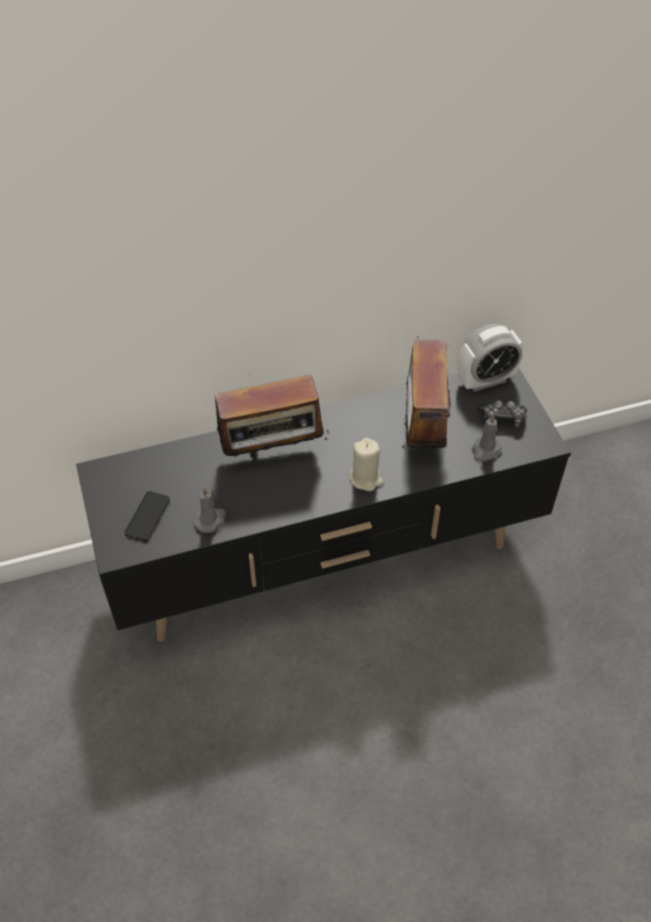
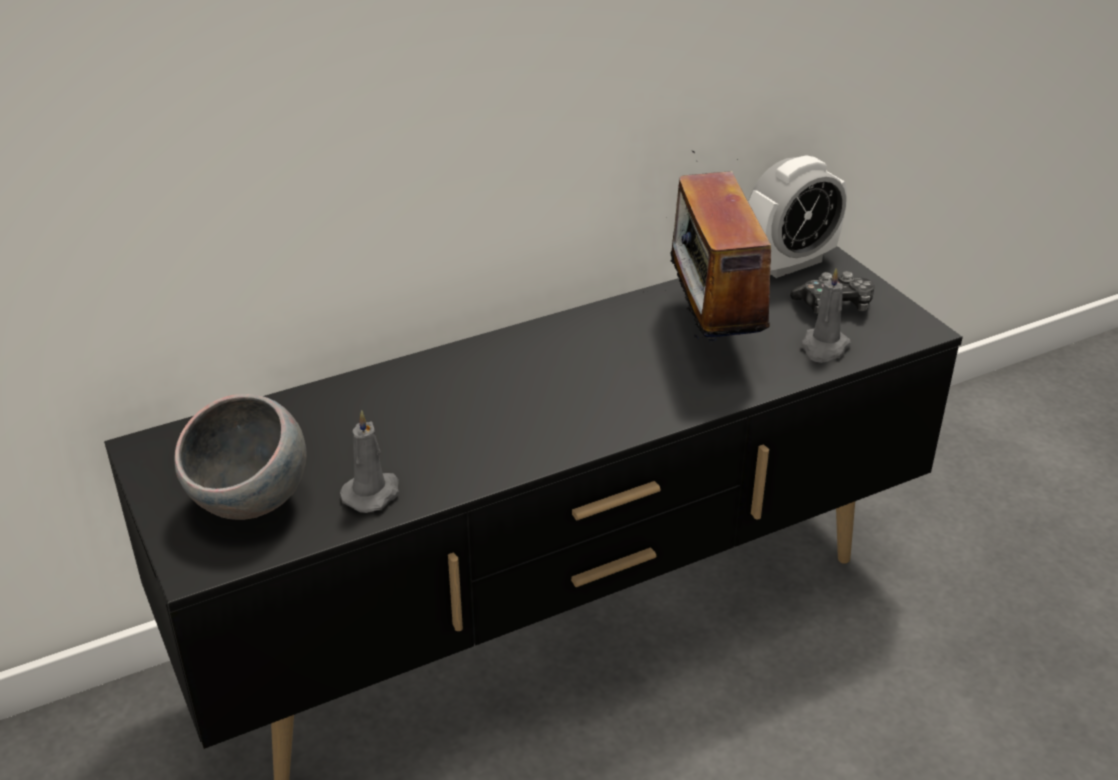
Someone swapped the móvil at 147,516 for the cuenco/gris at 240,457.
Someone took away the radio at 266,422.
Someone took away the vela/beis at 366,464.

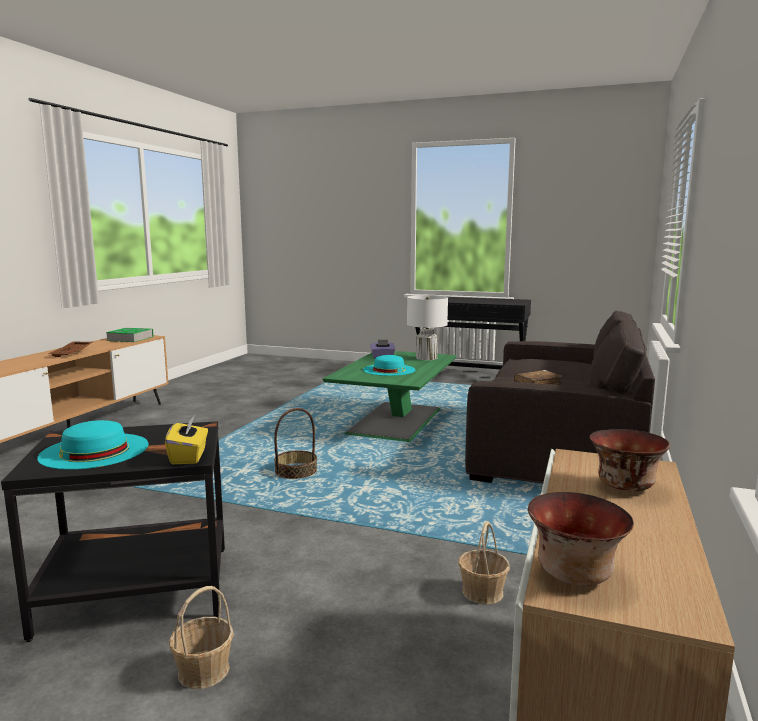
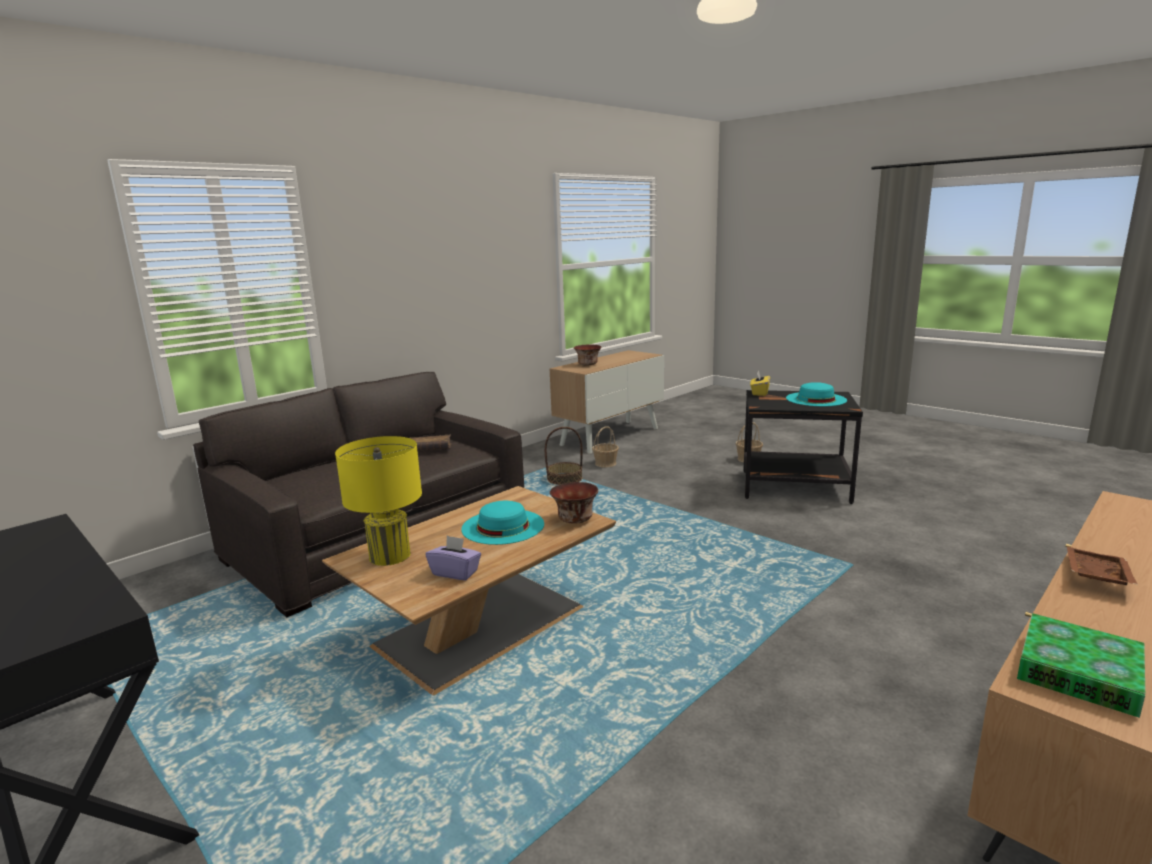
Someone carried the cesta from 295,443 to 563,456.
Someone repainted the mesa de centro/verde at 389,396, which became the mesa de centro/marrón at 469,590.
Someone repainted the lámpara de mesa/blanco at 427,327, which became the lámpara de mesa/amarillo at 378,501.
Someone carried the cuenco from 581,539 to 574,503.

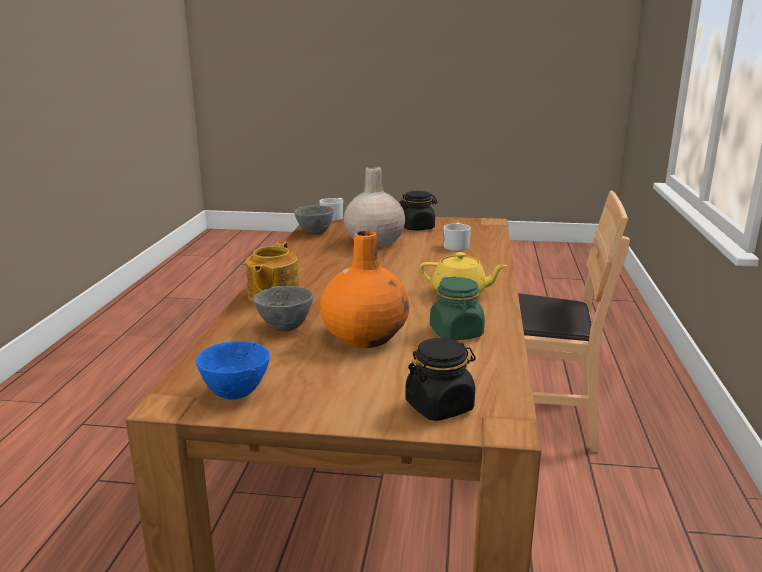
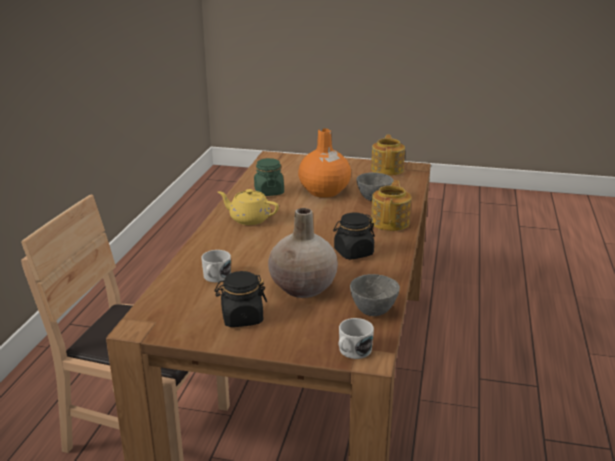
Someone swapped the cuenco/azul at 233,370 for the tetera at 388,155.
Someone carried the tarro/negro from 440,379 to 354,236.

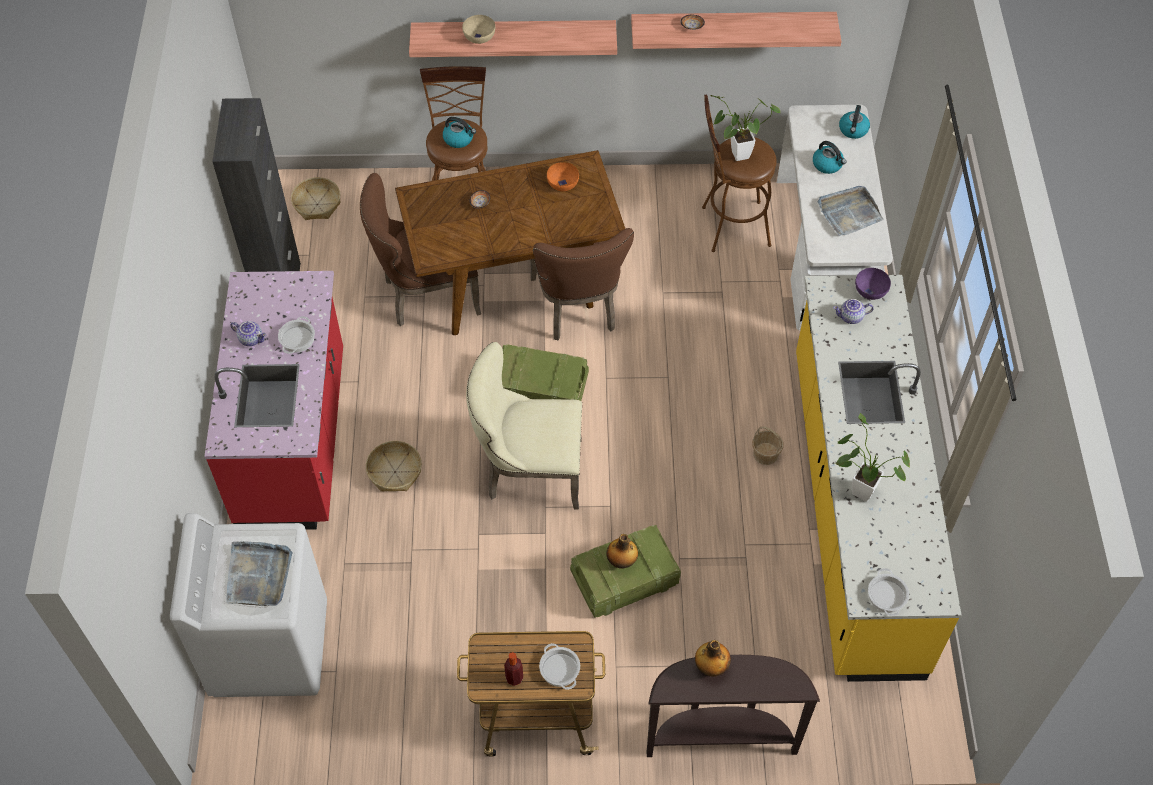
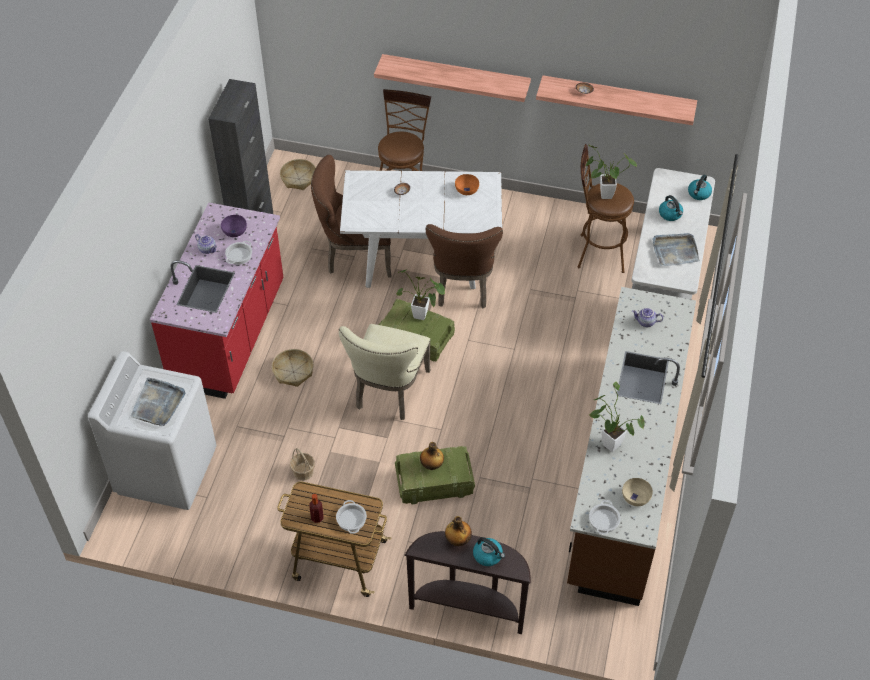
Someone repainted the mesa de comedor/marrón at 510,242, which became the mesa de comedor/blanco at 421,229.
Someone carried the hervidor from 459,132 to 489,551.
Someone carried the cuenco/beis from 478,29 to 637,492.
Someone rotated the silla/beis at 524,426 by 90 degrees counterclockwise.
Someone carried the cesta from 767,445 to 302,464.
Someone repainted the mueble bajo de cocina/amarillo at 878,478, which became the mueble bajo de cocina/marrón at 631,446.
Someone carried the cuenco/morado from 873,284 to 234,226.
Someone put down the planta en maceta at 420,294.

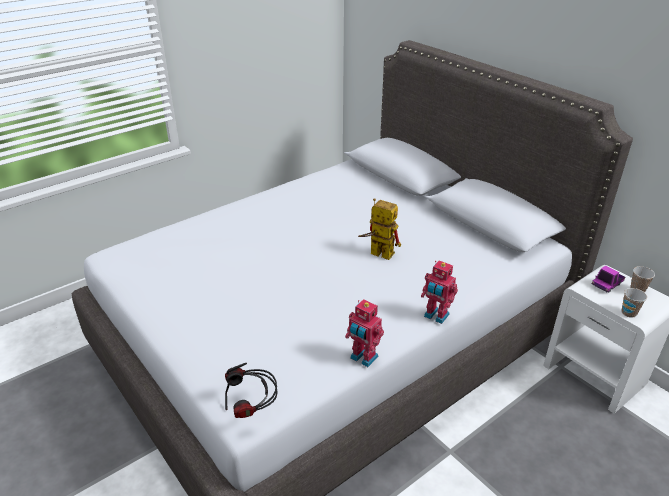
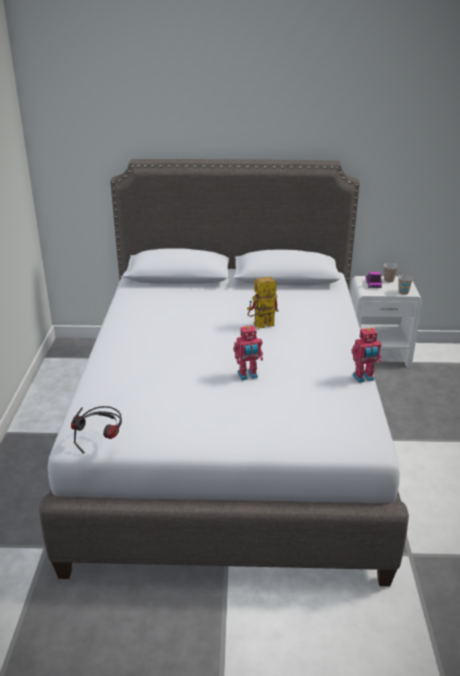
Someone carried the auriculares from 251,390 to 96,430.
Someone carried the robot de juguete from 439,292 to 248,352.

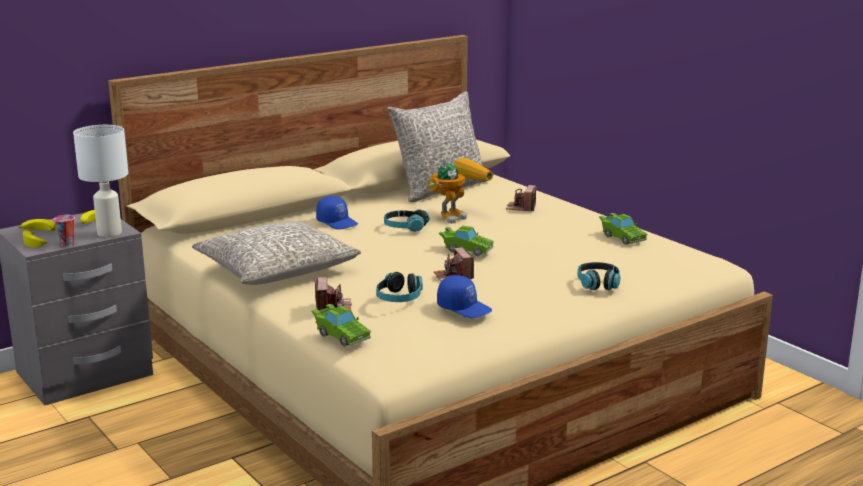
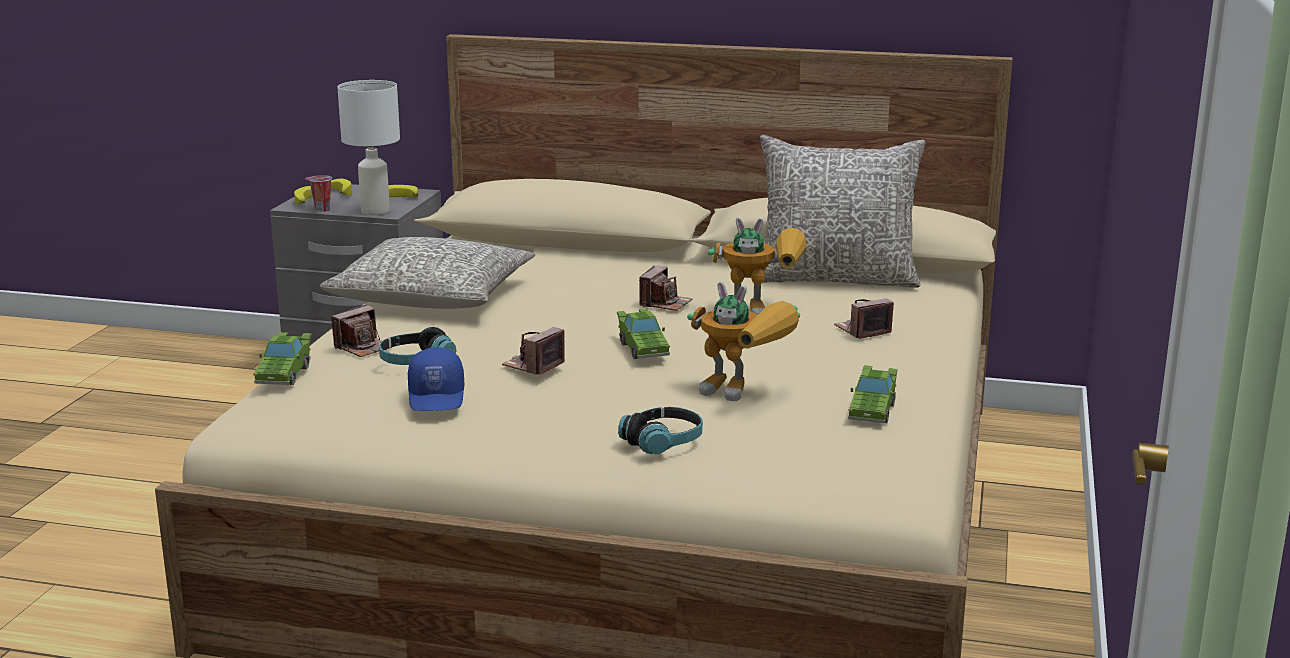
Someone took away the gorra/azul at 337,213.
Someone swapped the auriculares at 407,221 for the cámara at 665,288.
Someone put down the robot de juguete at 743,341.

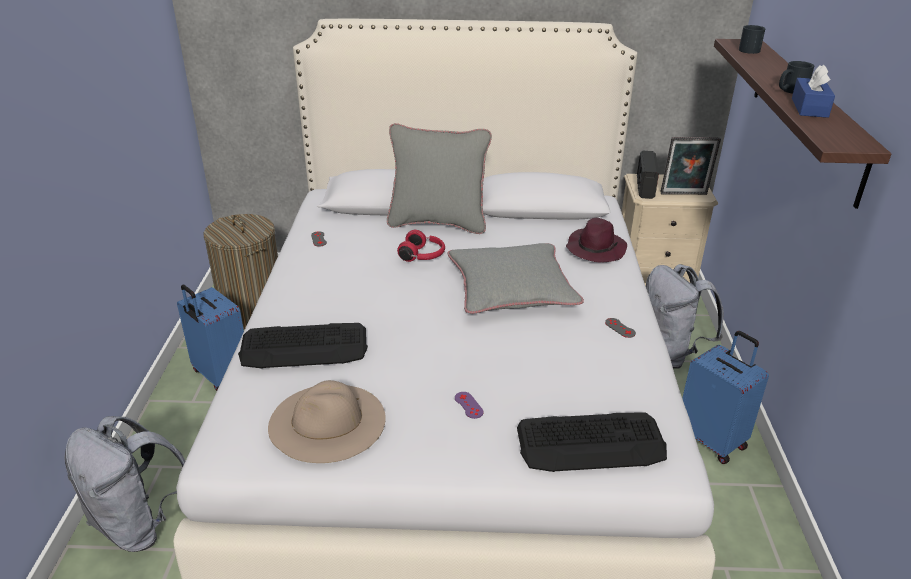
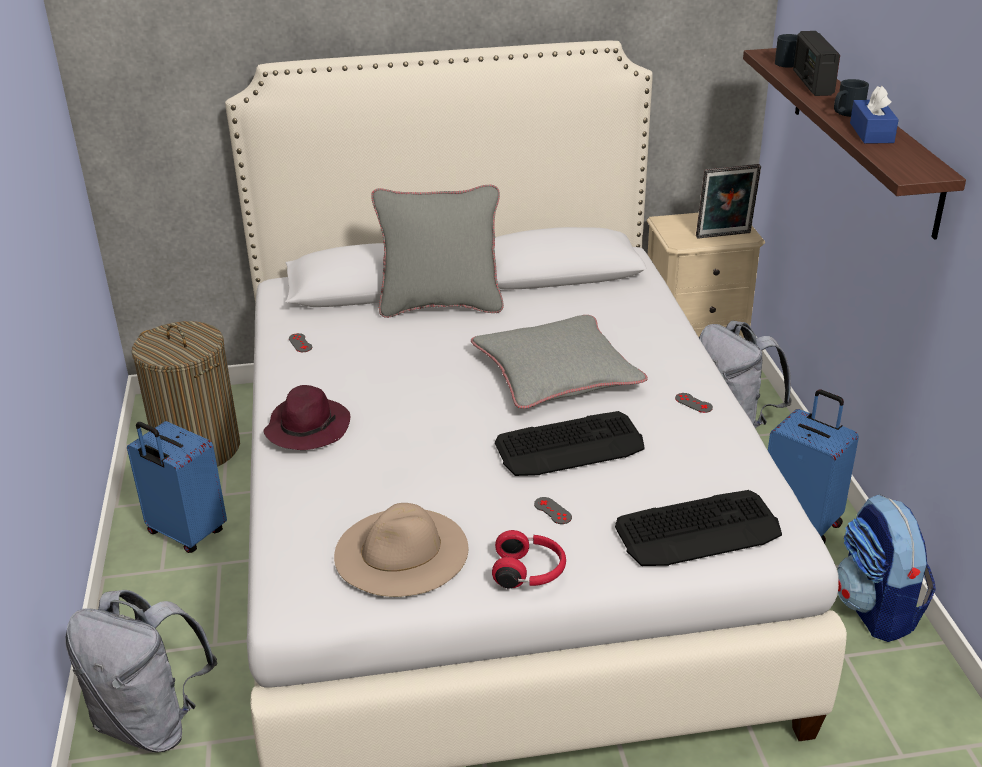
Someone carried the teclado from 303,346 to 570,443.
Someone carried the auriculares/rojo from 421,246 to 529,559.
Someone repainted the mando de consola/morado at 469,405, which became the mando de consola/gris at 553,510.
Someone carried the sombrero/morado from 596,240 to 306,417.
Someone carried the radio from 648,175 to 816,63.
Someone put down the mochila at 886,568.

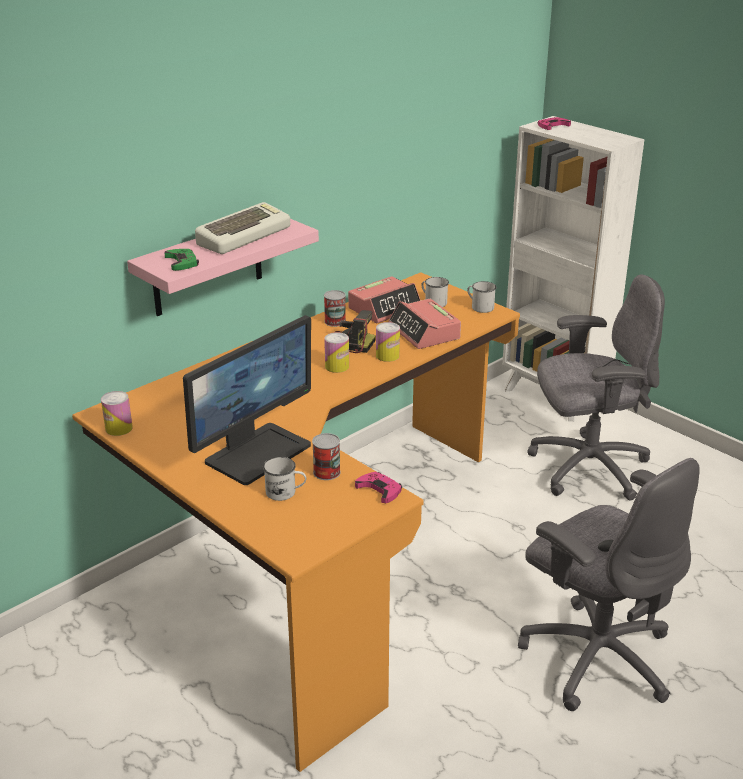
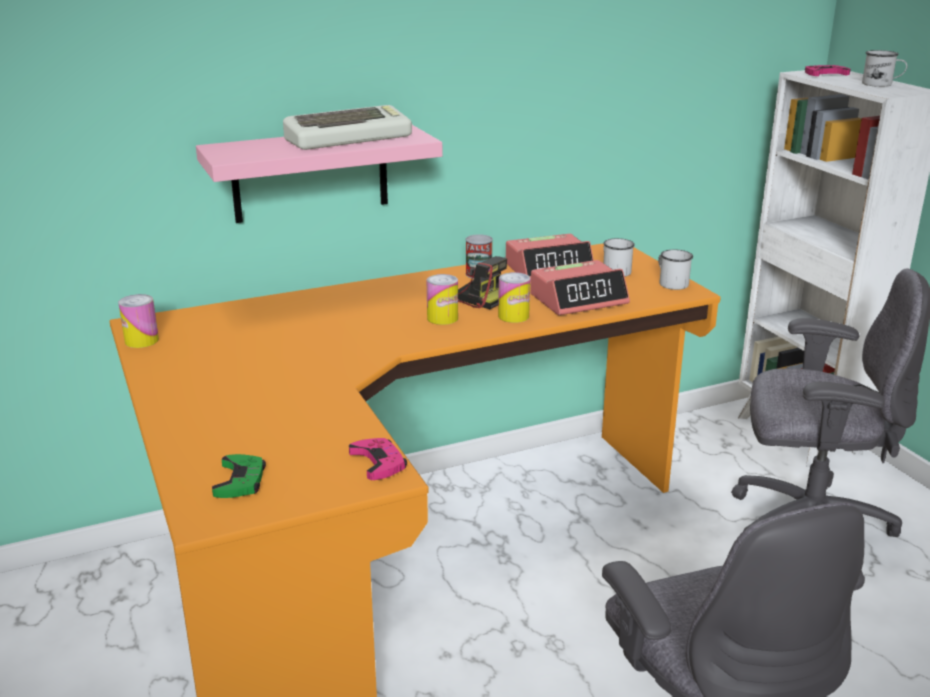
Someone carried the mando de consola/verde from 181,260 to 239,476.
Someone took away the monitor at 247,400.
Someone carried the taza grande/blanco from 284,479 to 884,68.
Someone took away the lata at 326,456.
Someone rotated the despertador at 424,324 by 105 degrees counterclockwise.

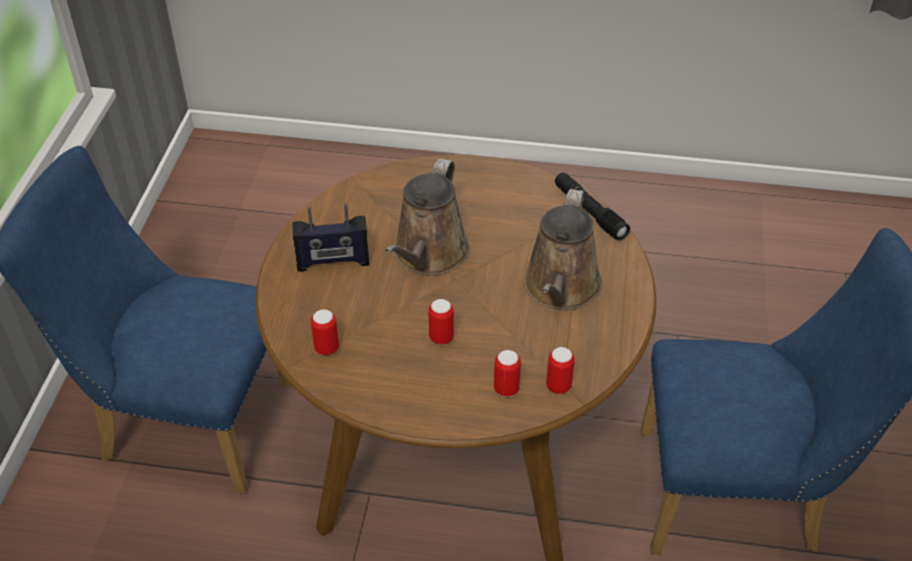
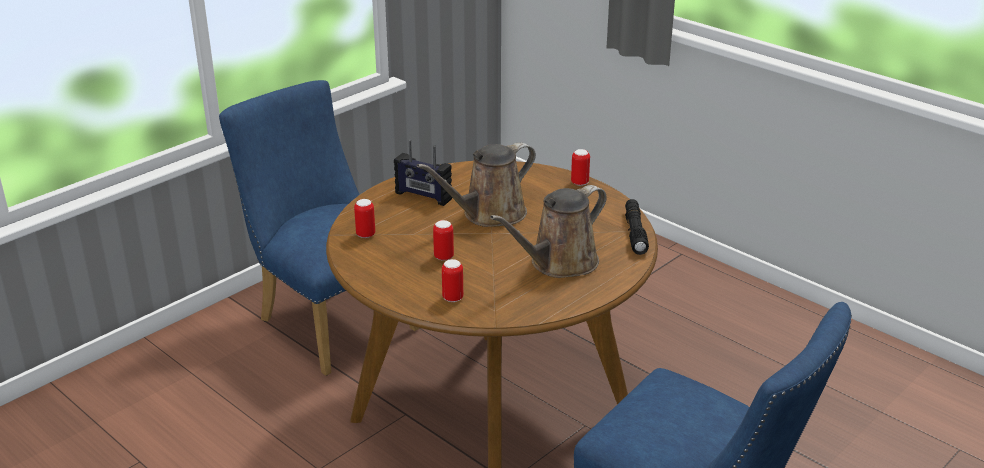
Someone carried the lata from 560,370 to 580,167.

